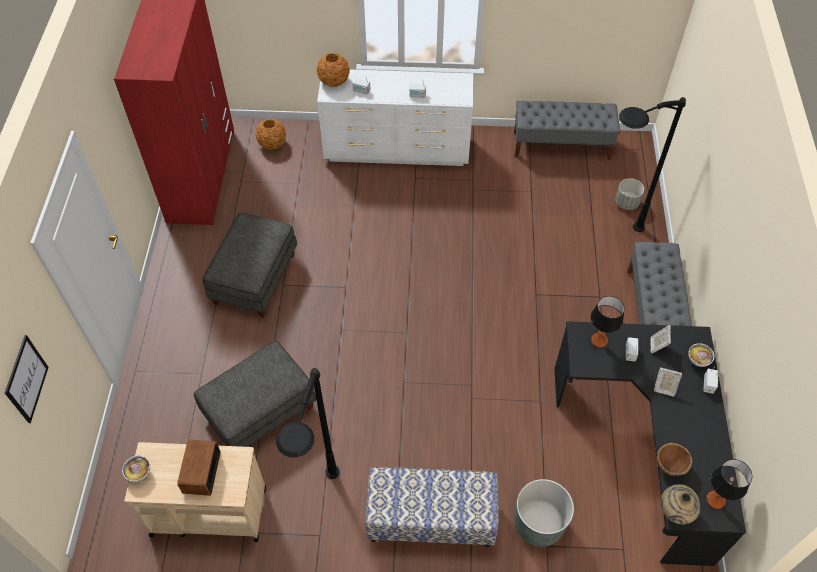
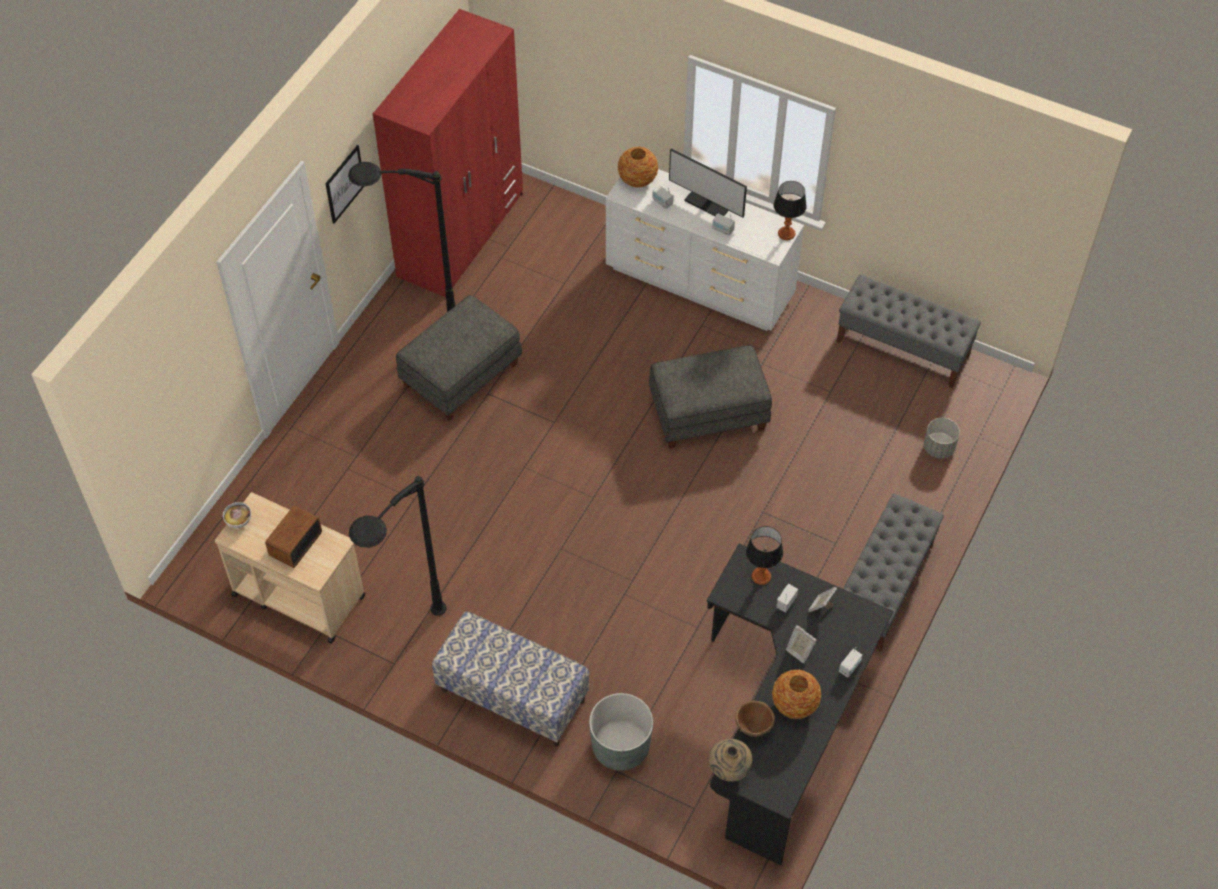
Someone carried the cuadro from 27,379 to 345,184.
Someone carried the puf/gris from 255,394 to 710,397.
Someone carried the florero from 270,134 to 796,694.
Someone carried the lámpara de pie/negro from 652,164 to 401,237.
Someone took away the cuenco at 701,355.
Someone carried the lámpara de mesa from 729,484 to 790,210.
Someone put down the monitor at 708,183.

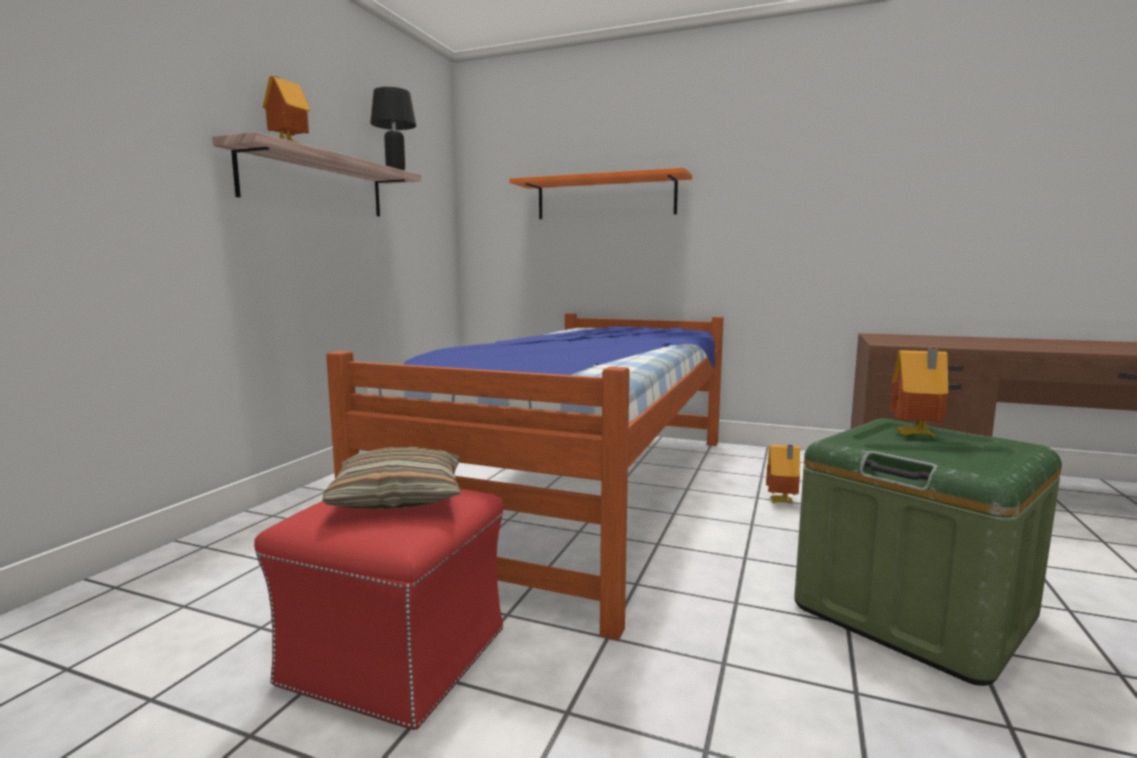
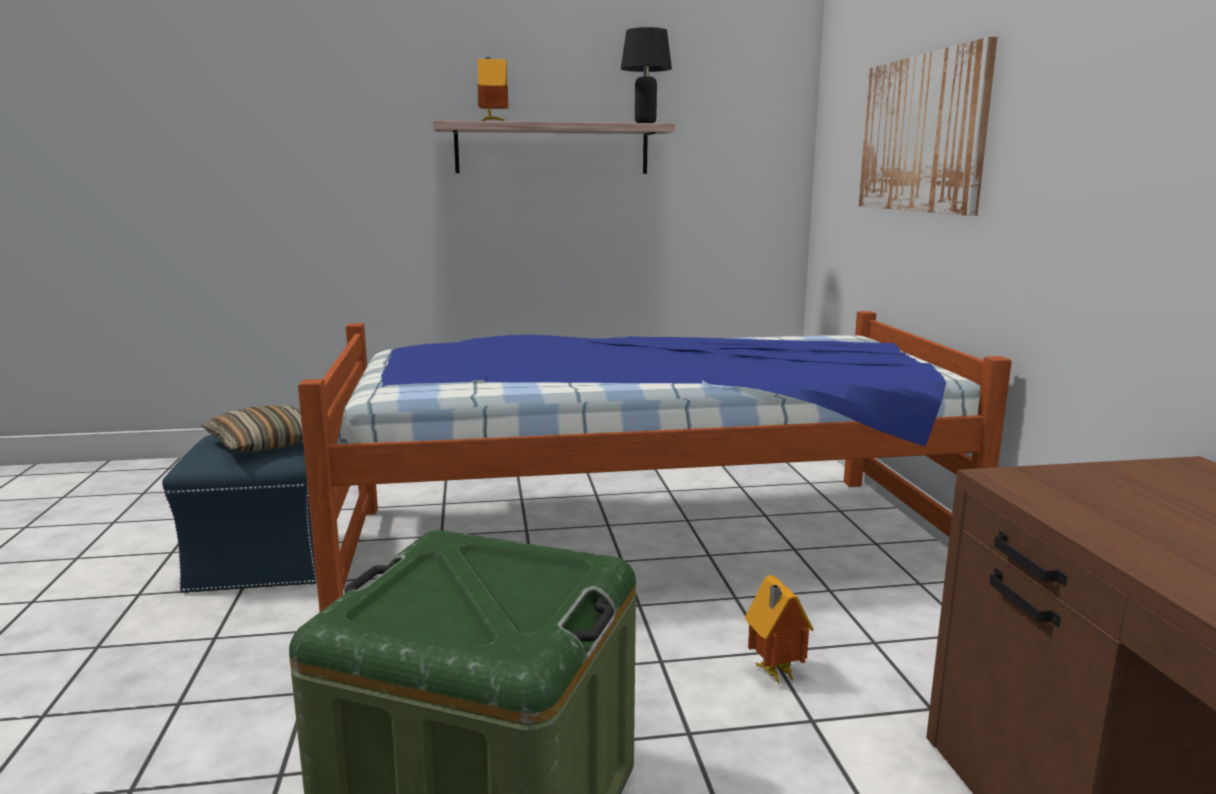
Someone repainted the puf/rojo at 379,609, which became the puf/azul at 239,514.
Someone swapped the estante/naranja at 601,193 for the cuadro at 928,126.
Someone took away the casita at 918,393.

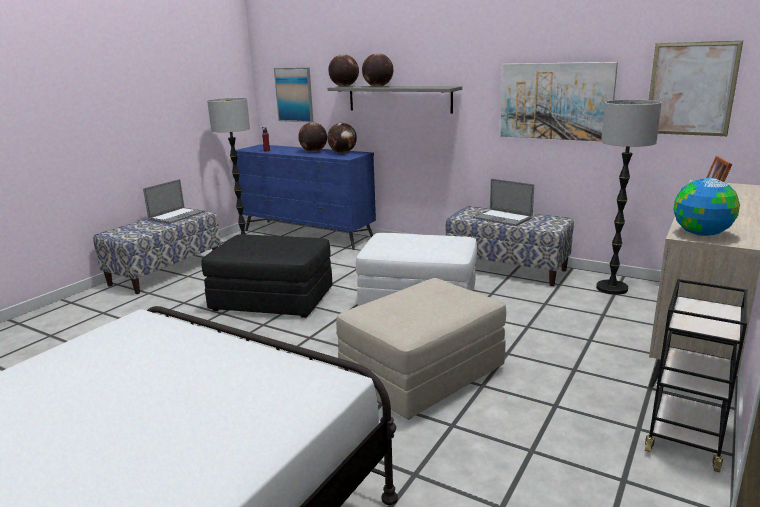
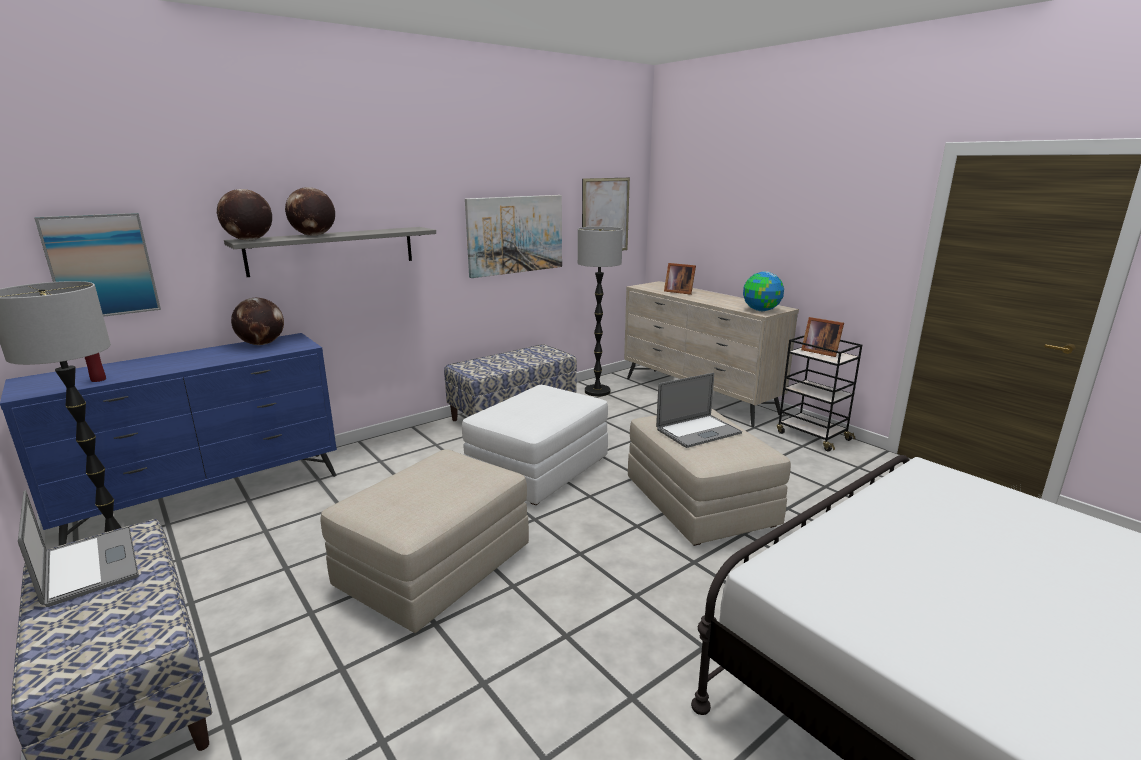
Someone repainted the puf/negro at 266,276, which became the puf/beis at 425,541.
Someone took away the globo terráqueo at 312,137.
Someone carried the portátil from 503,202 to 699,410.
Someone put down the portarretratos at 822,337.

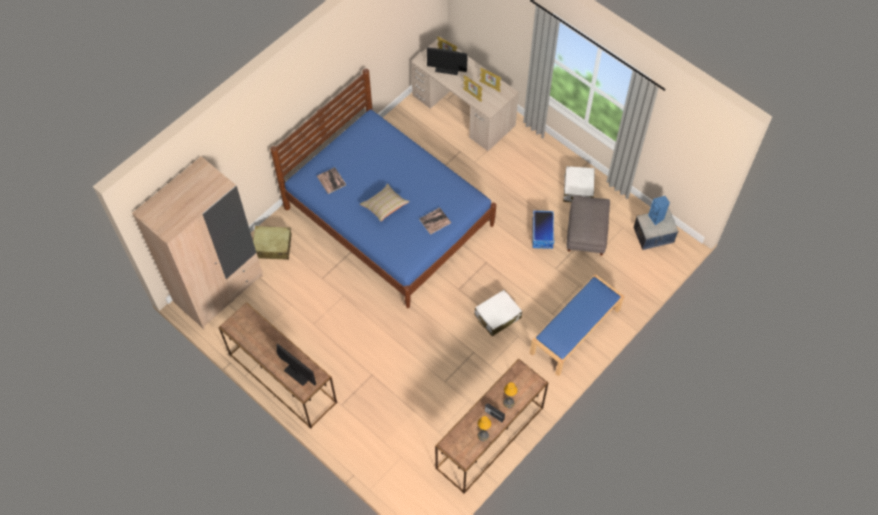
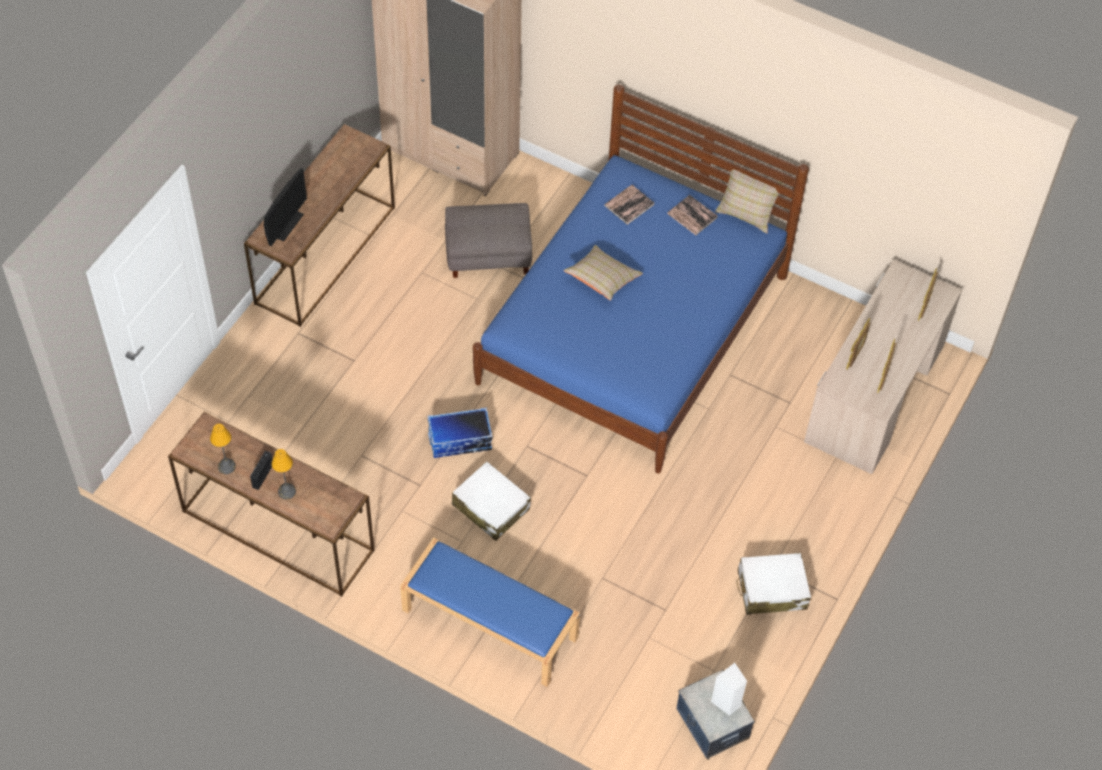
Someone took away the maleta/beis at 272,243.
Someone carried the libro from 435,221 to 692,215.
Someone took away the monitor at 447,61.
Someone carried the caja de almacenaje from 543,229 to 460,433.
Someone carried the puf/gris from 588,225 to 488,240.
Someone repainted the altavoz/azul at 659,210, which became the altavoz/blanco at 729,689.
Someone put down the cojín/beis at 750,197.

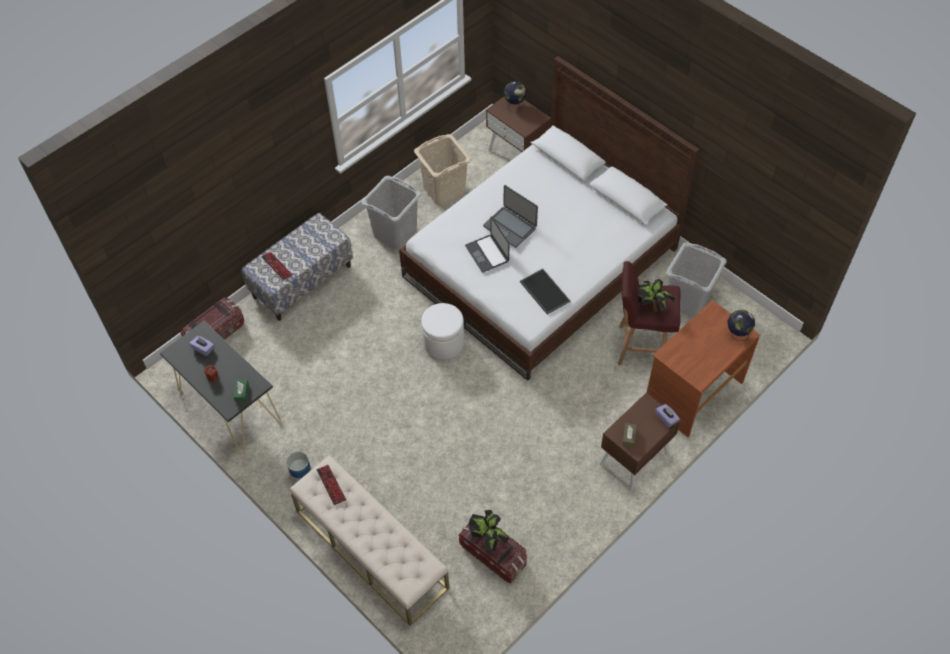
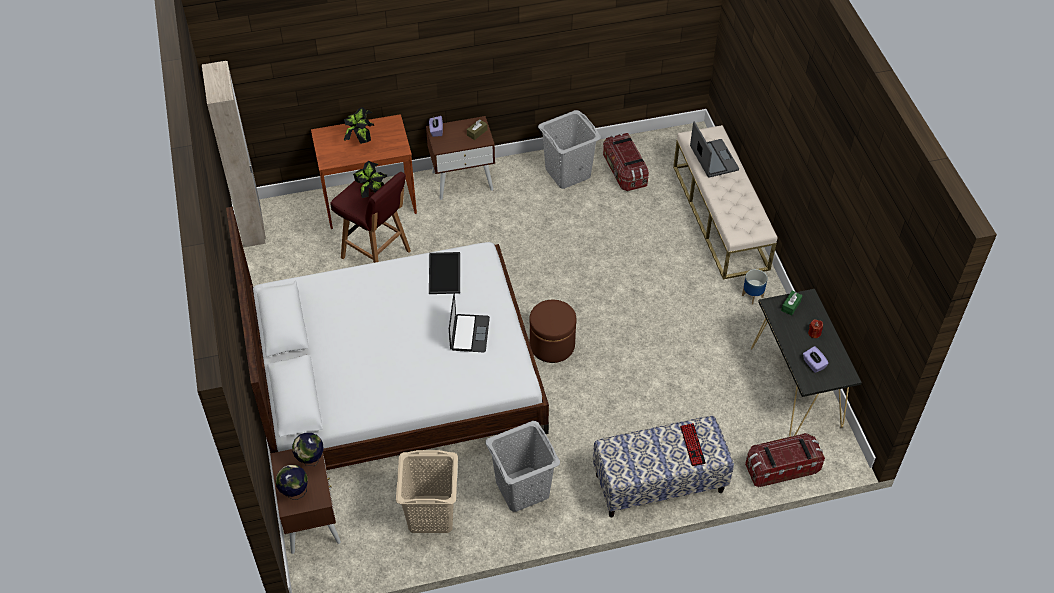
Someone took away the teclado at 331,485.
Someone repainted the puf/blanco at 442,331, which became the puf/marrón at 553,331.
Someone carried the planta en maceta from 489,530 to 359,125.
Someone carried the portátil from 510,216 to 714,150.
Someone carried the cesto de la ropa/gris from 696,279 to 569,149.
Someone carried the globo terráqueo from 741,325 to 307,449.
Someone put down the armario ropero/beis at 234,154.

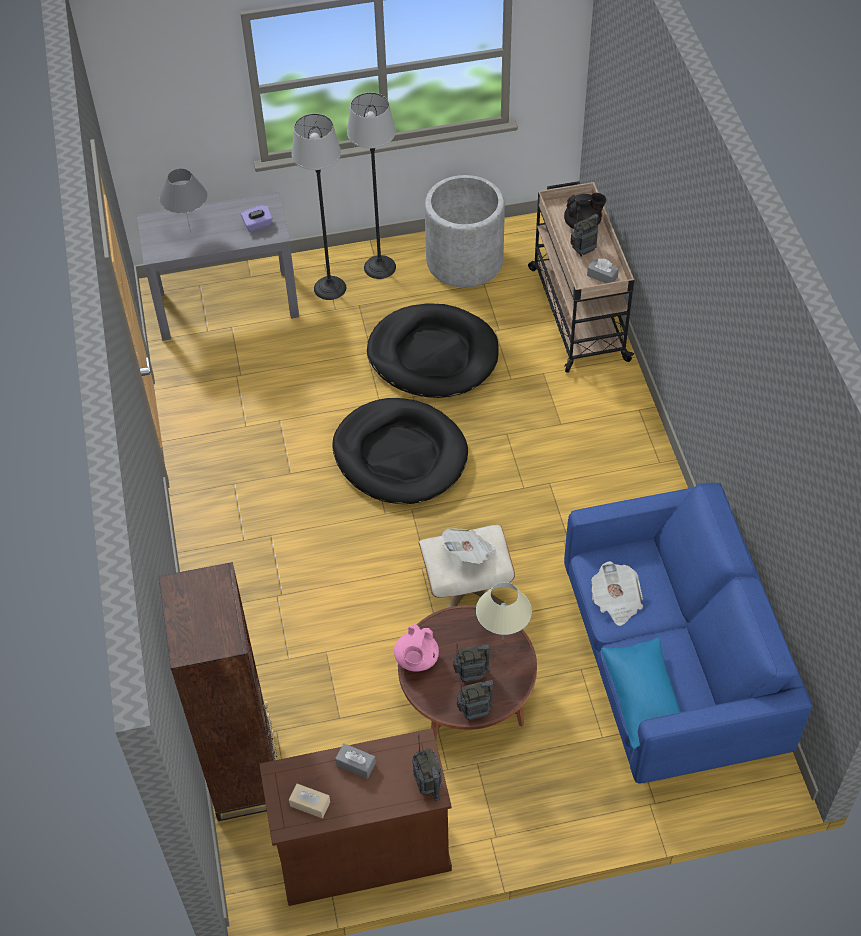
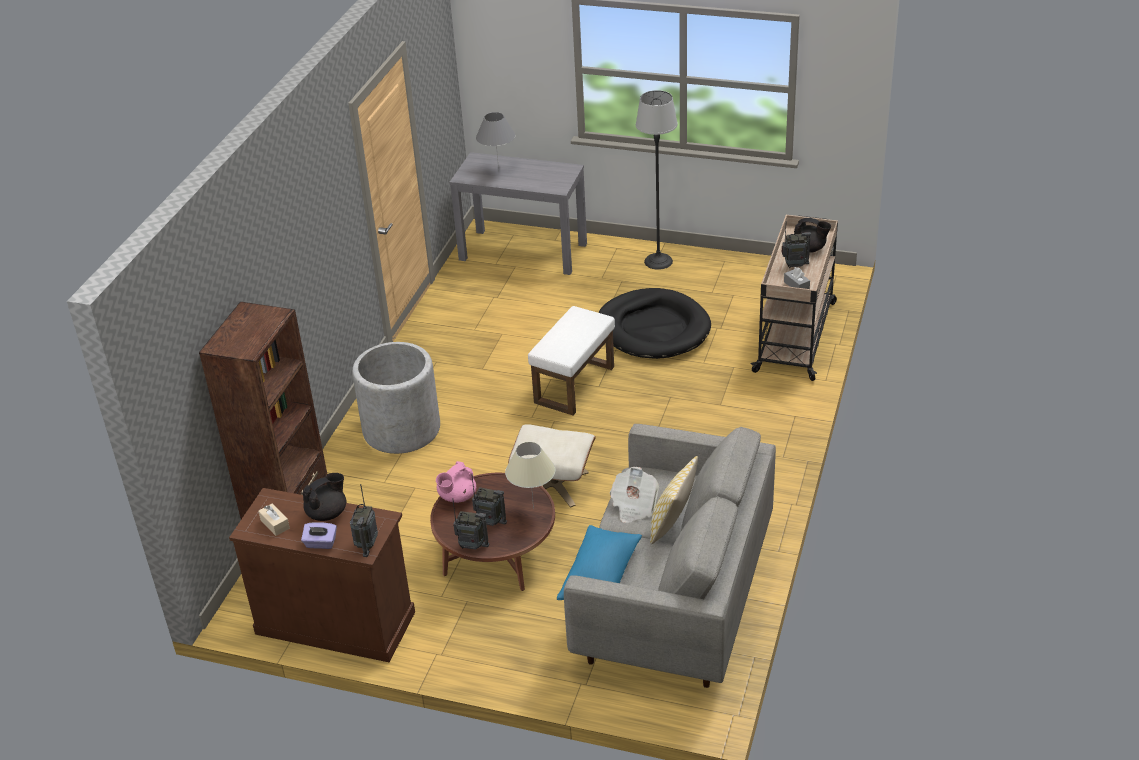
Someone carried the caja de pañuelos/morado from 256,218 to 319,535.
Someone took away the lámpara de pie at 319,207.
Someone swapped the cama para perro/negro at 400,451 for the puf/blanco at 571,360.
Someone swapped the caja de pañuelos/gris at 355,761 for the tetera/negro at 324,497.
Someone carried the maceta/gris from 465,231 to 396,398.
Someone took away the periódico at 469,546.
Someone repainted the sofá/azul at 688,633, which became the sofá/gris at 670,556.
Someone put down the cojín at 674,500.

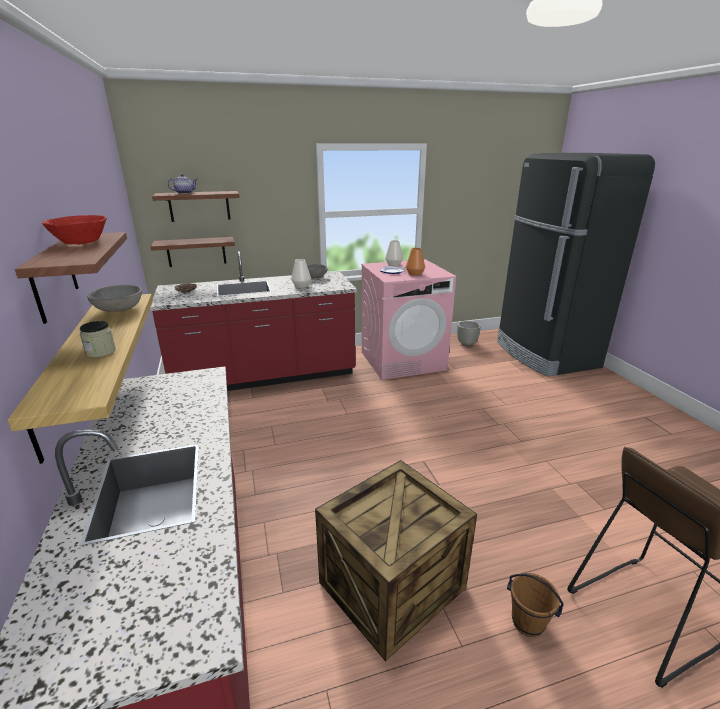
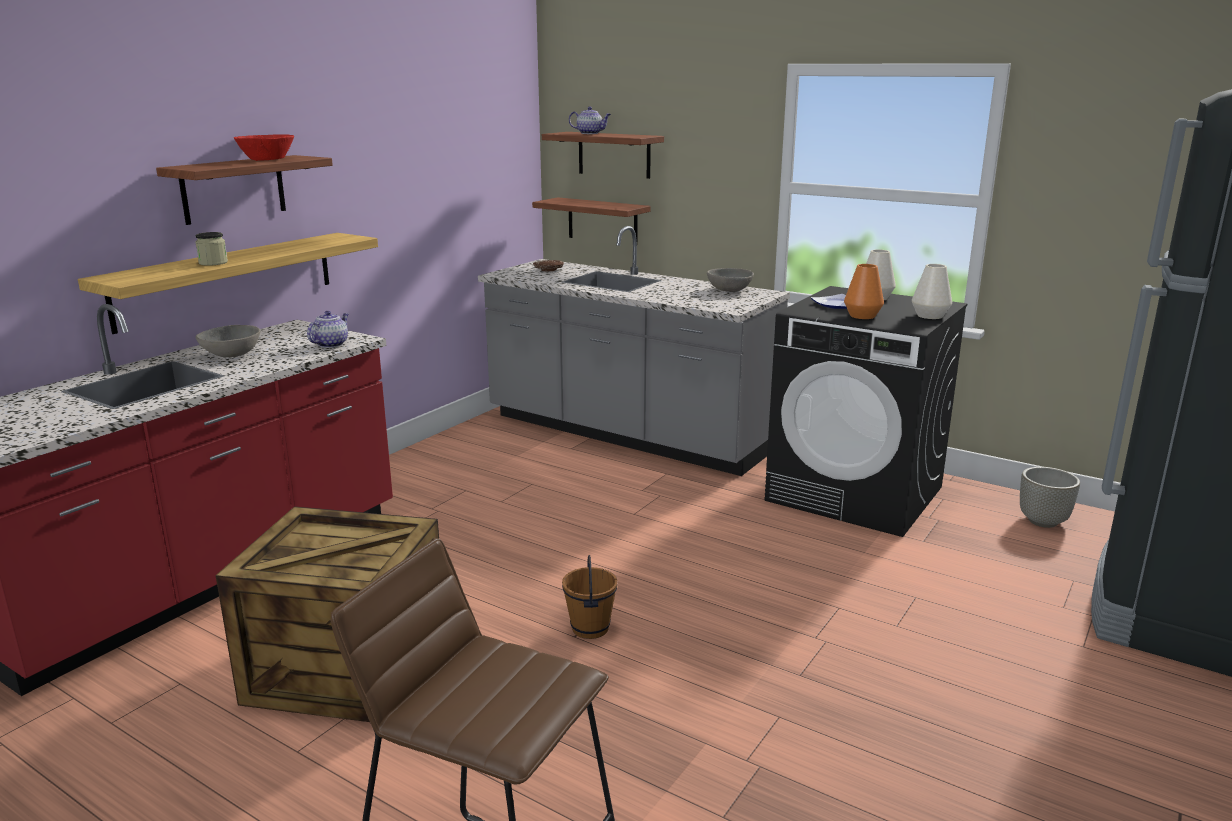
Someone carried the cuenco/gris from 114,298 to 227,341.
Someone repainted the mueble bajo de cocina/rojo at 253,321, which became the mueble bajo de cocina/gris at 634,351.
Someone carried the florero/blanco from 301,273 to 932,291.
Someone repainted the lavadora/rosa at 408,319, which became the lavadora/negro at 866,411.
Someone carried the cubo/marrón from 535,605 to 590,597.
Someone put down the tetera at 328,329.

